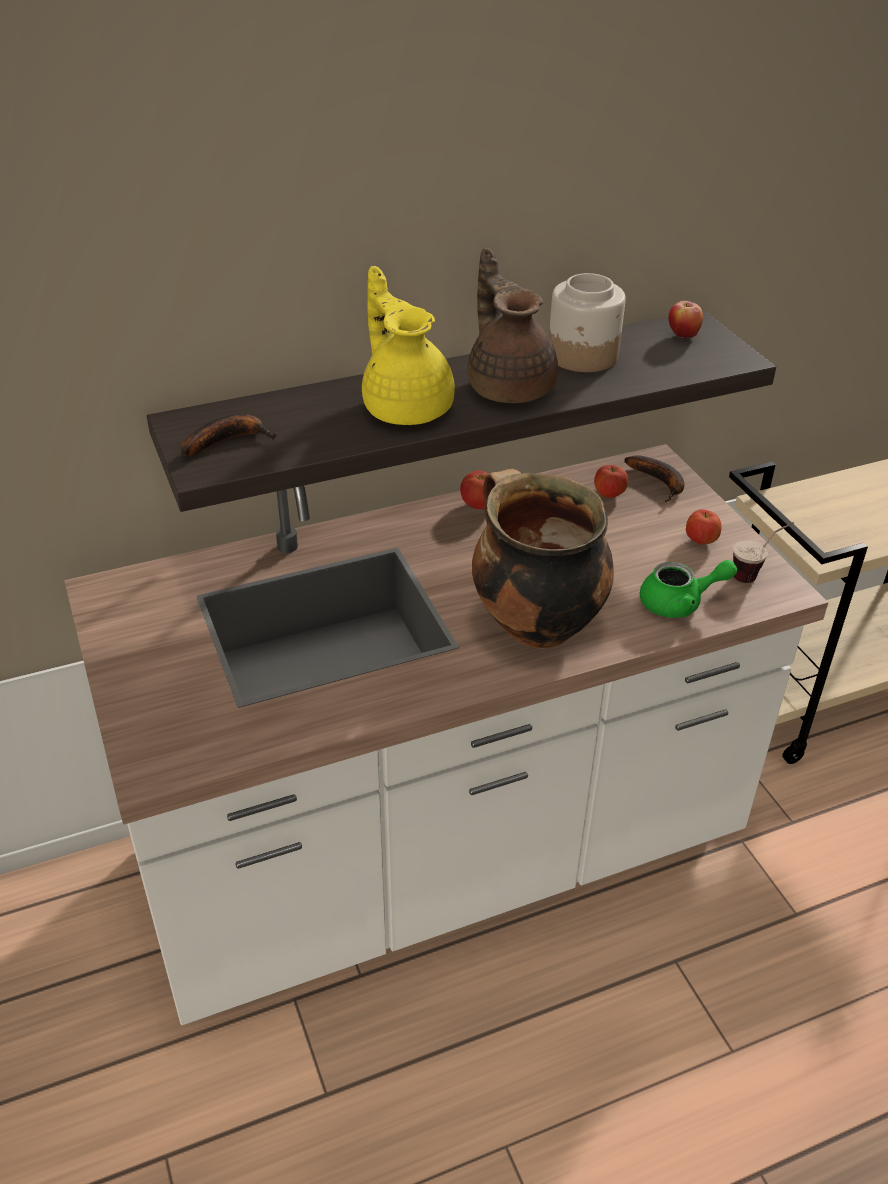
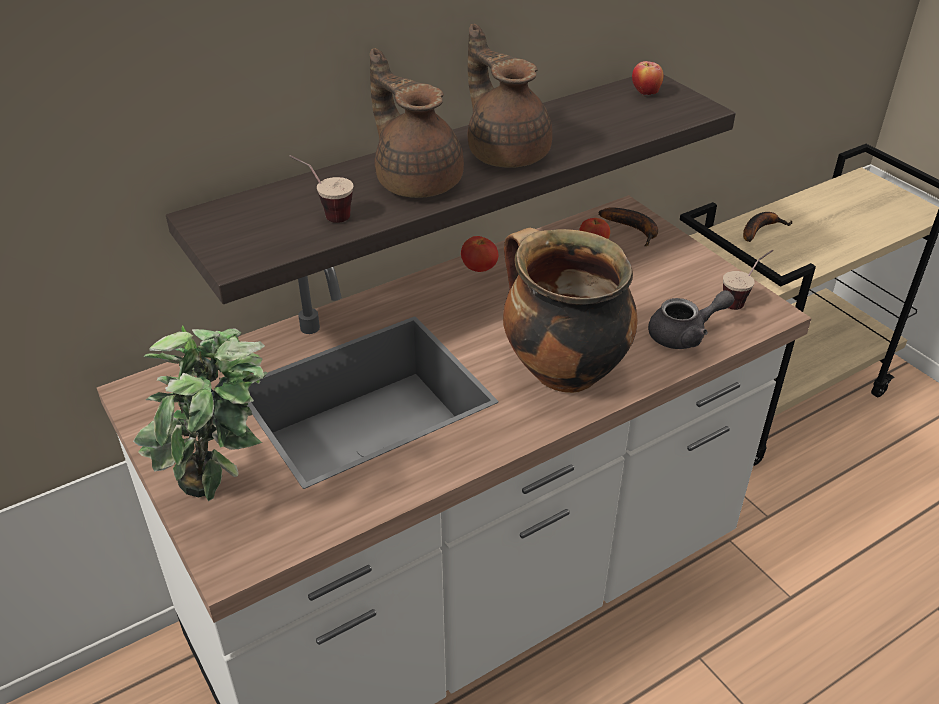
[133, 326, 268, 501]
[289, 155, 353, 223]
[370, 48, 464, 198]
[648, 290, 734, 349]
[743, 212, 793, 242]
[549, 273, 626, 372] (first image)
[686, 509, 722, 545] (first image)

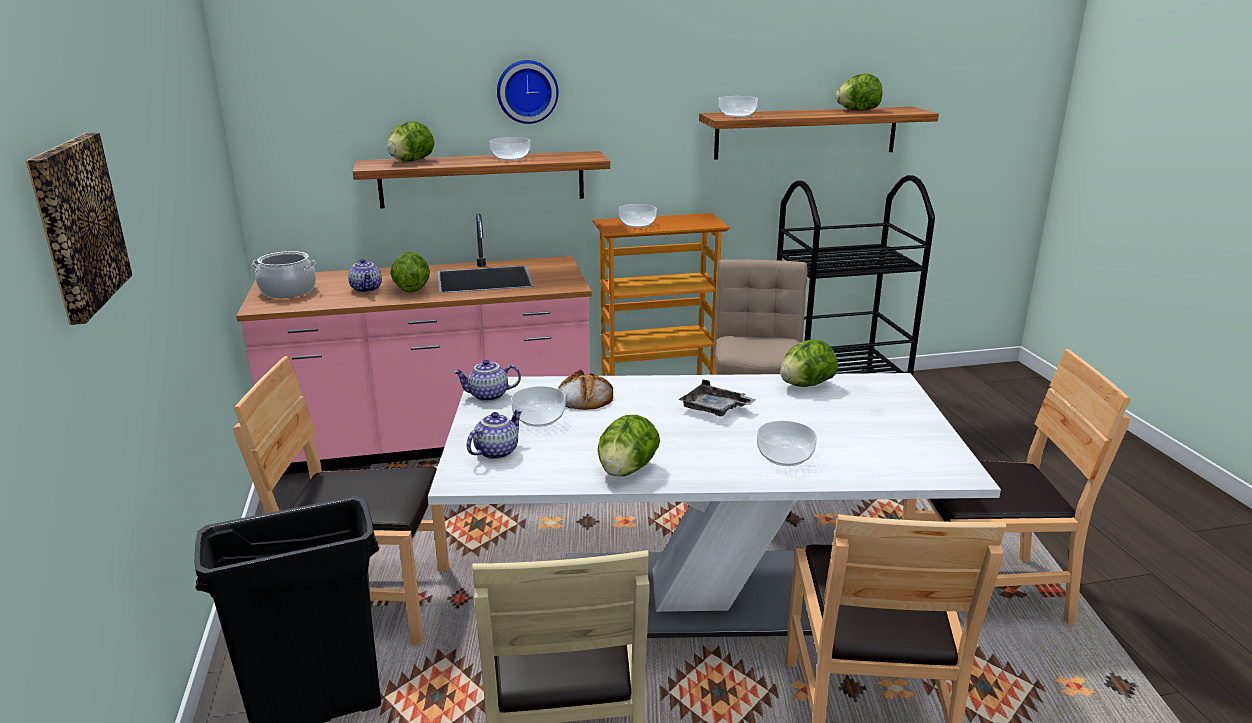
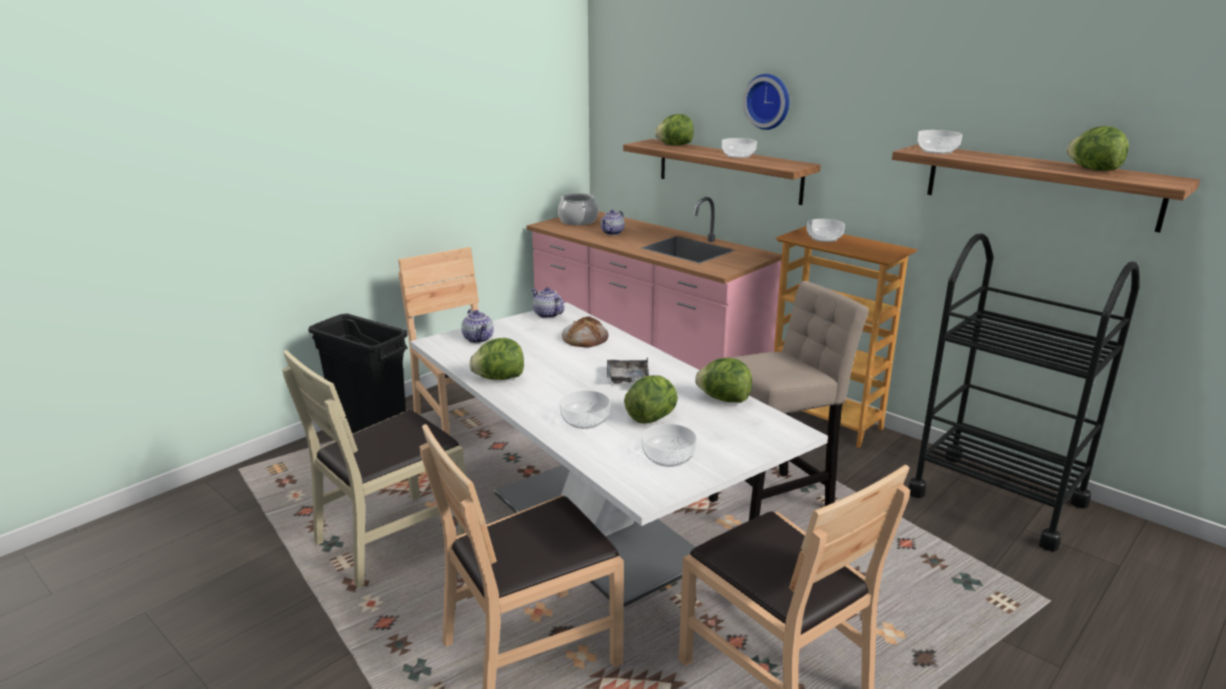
[461, 309, 494, 343]
[624, 375, 678, 423]
[642, 424, 697, 467]
[26, 133, 132, 325] (first image)

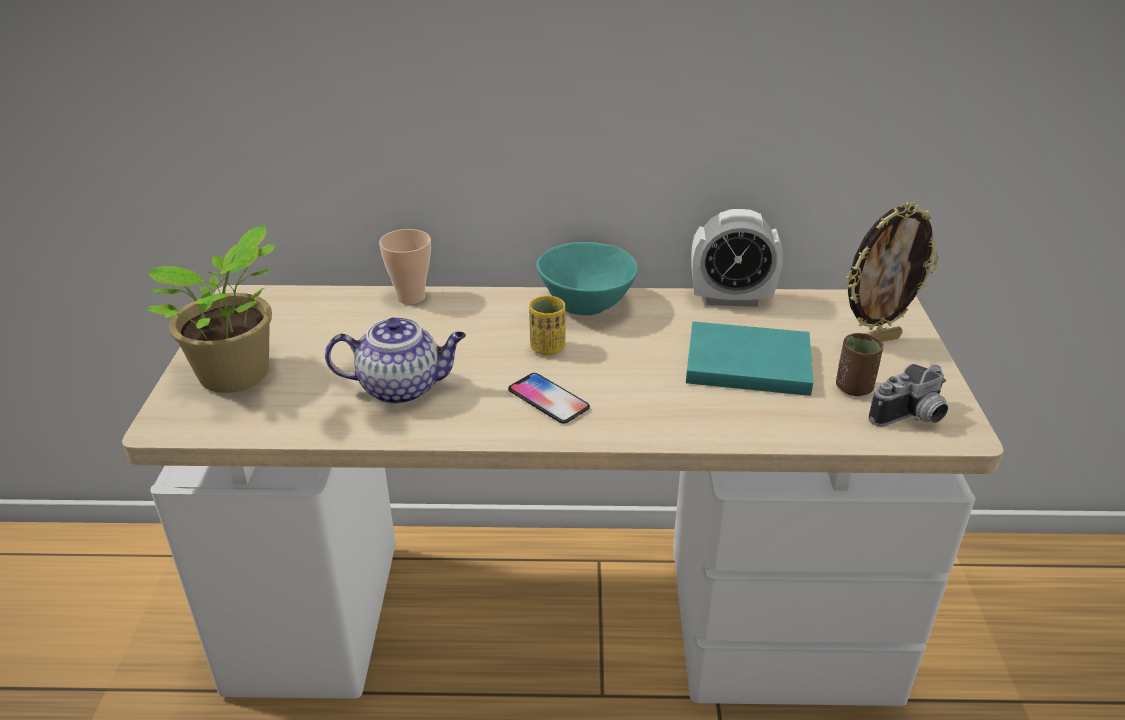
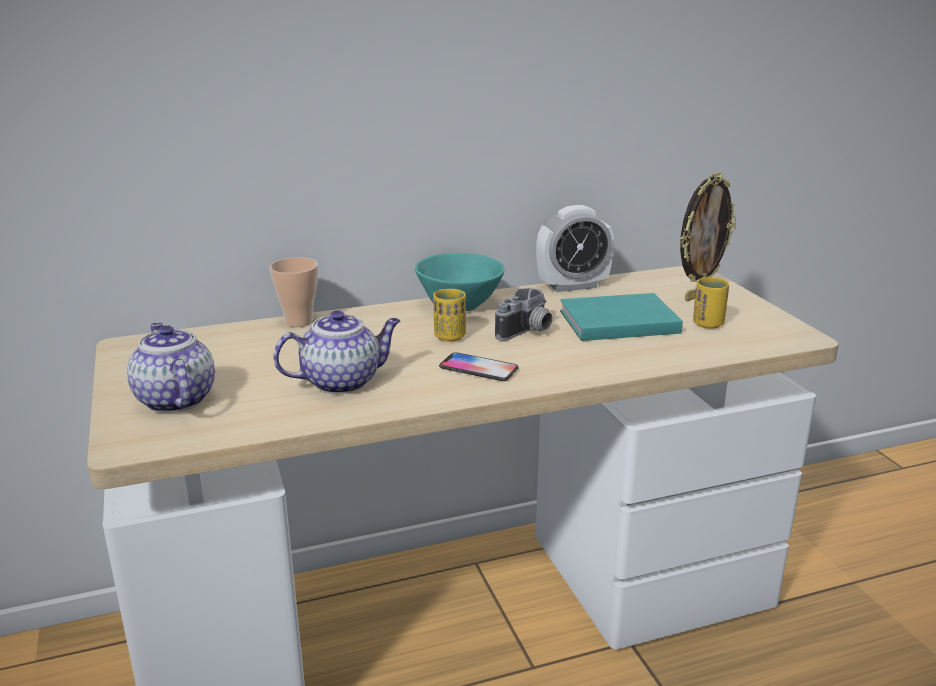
[127, 322, 215, 413]
[495, 288, 553, 341]
[693, 277, 729, 329]

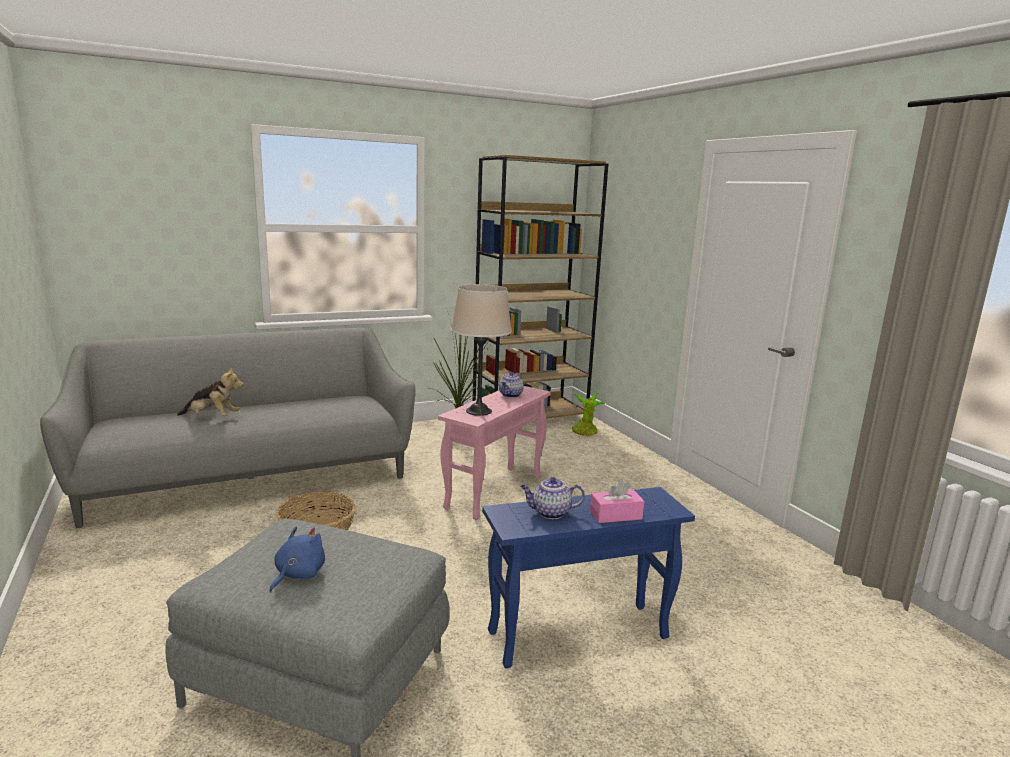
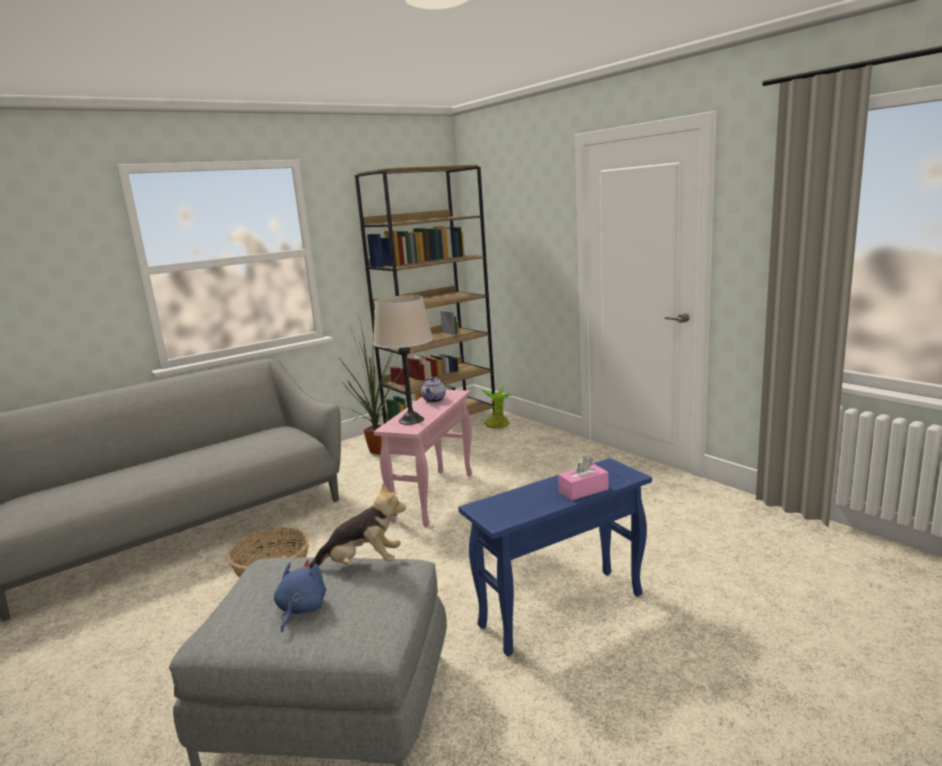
[309, 483, 406, 569]
[521, 477, 585, 519] (first image)

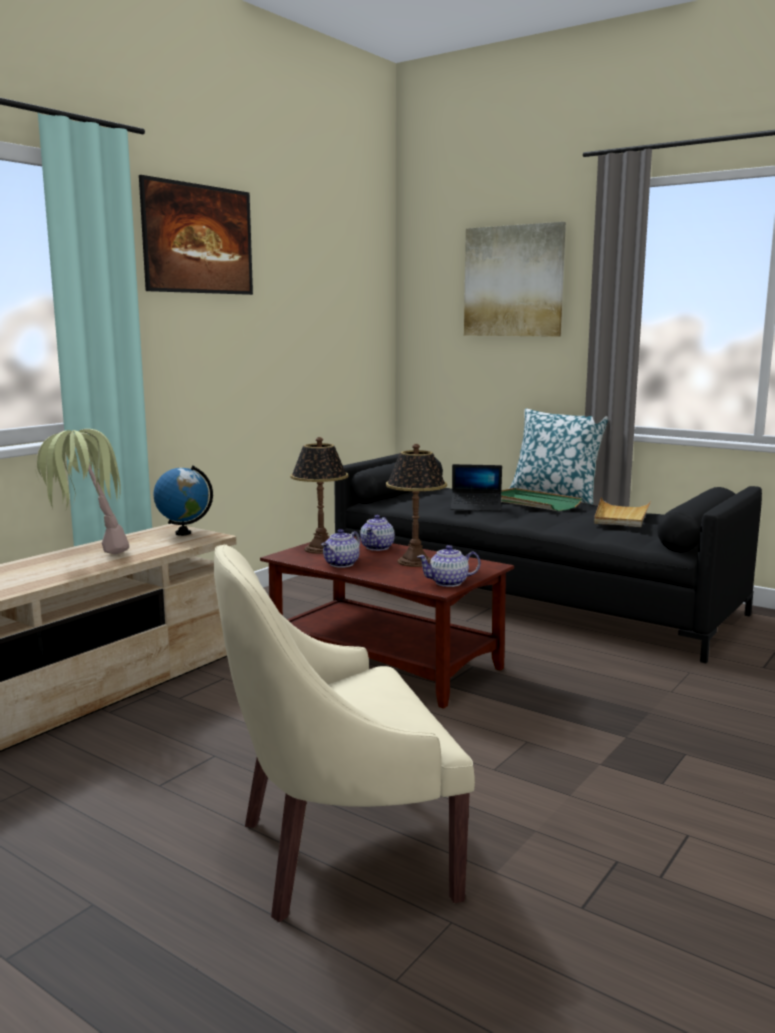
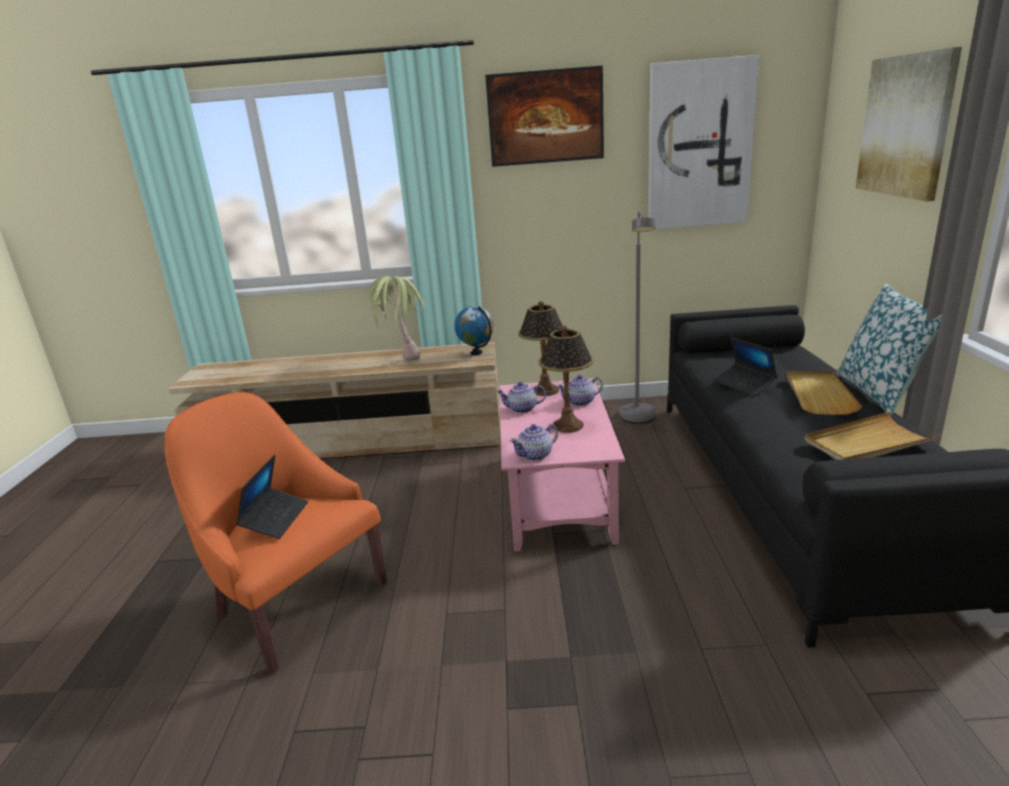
[164, 392, 387, 674]
[236, 455, 308, 539]
[500, 378, 625, 552]
[510, 424, 558, 461]
[620, 211, 656, 424]
[648, 55, 759, 229]
[787, 371, 862, 415]

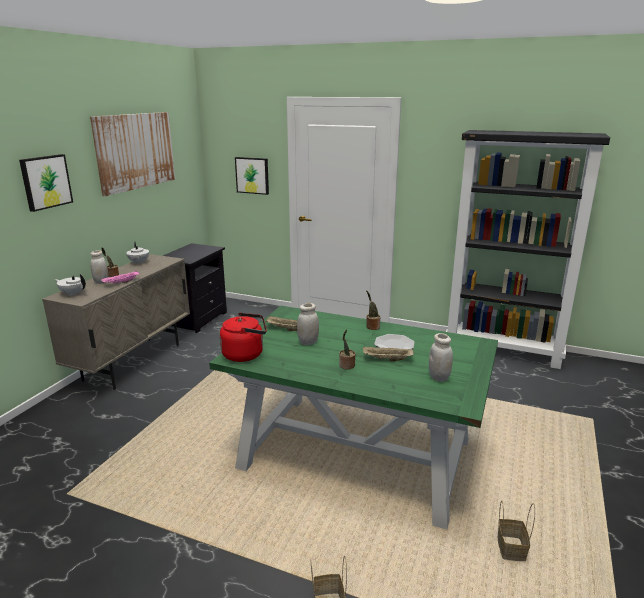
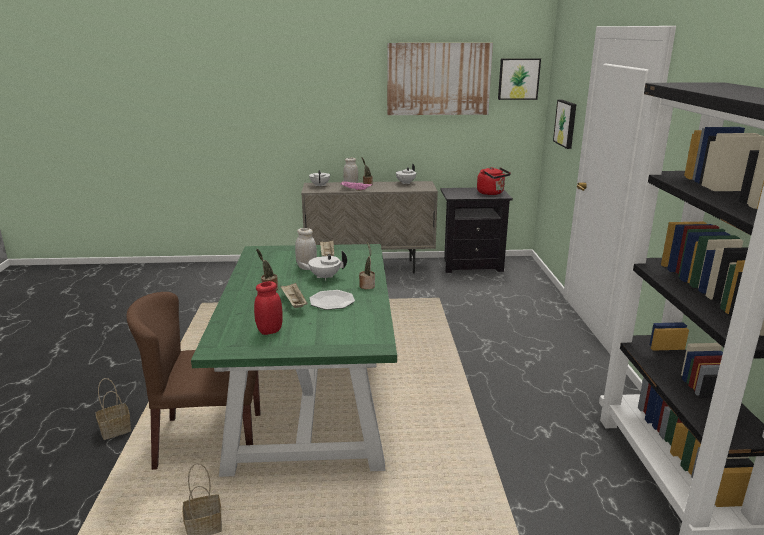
[126, 292, 261, 470]
[254, 281, 283, 335]
[300, 250, 347, 280]
[477, 167, 511, 195]
[498, 58, 541, 100]

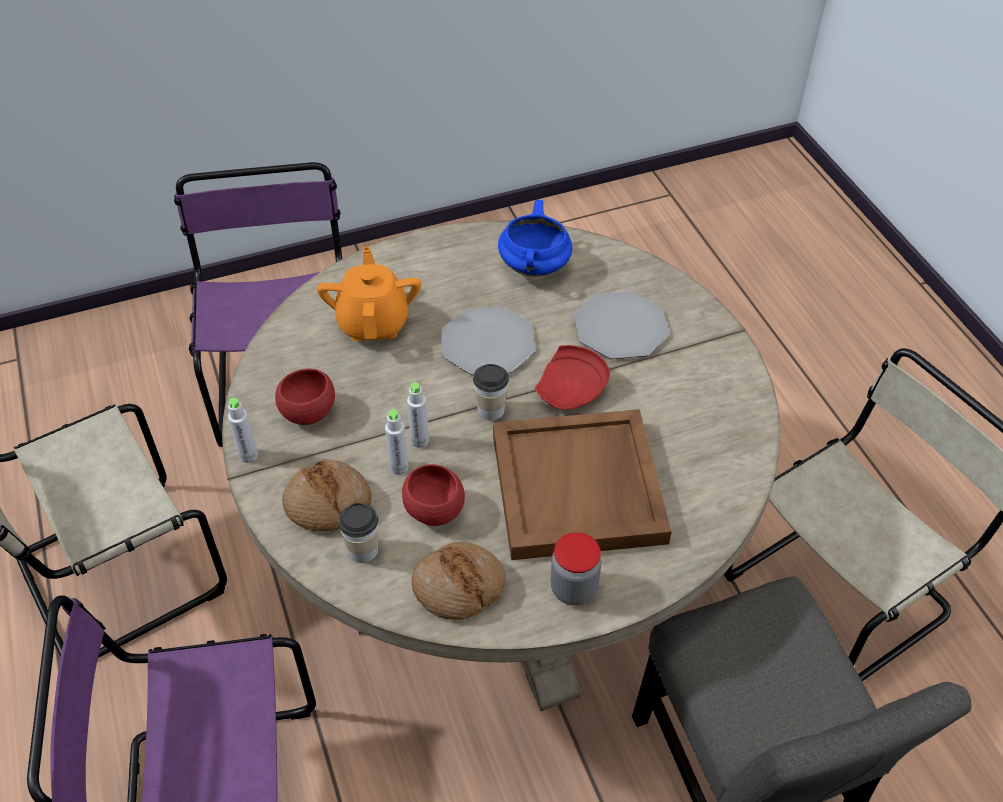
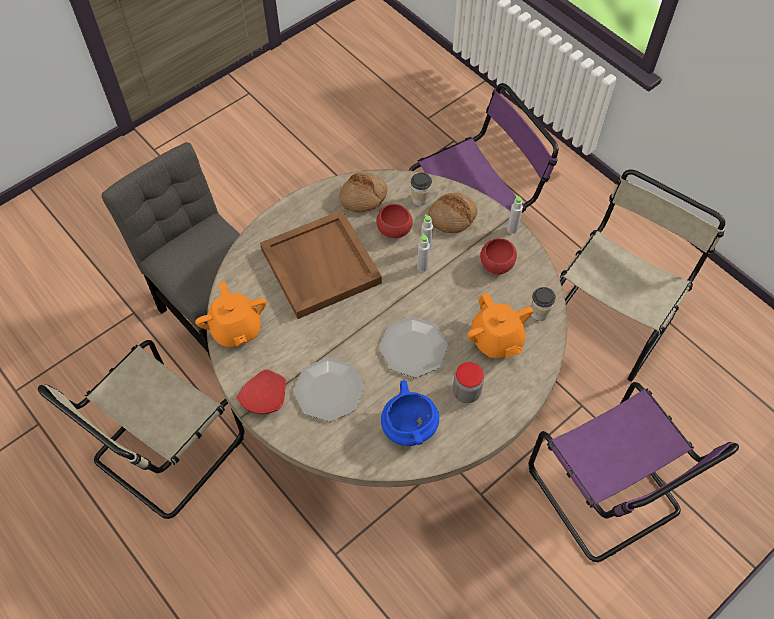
[195, 281, 266, 347]
[236, 369, 286, 414]
[453, 362, 484, 403]
[531, 287, 556, 321]

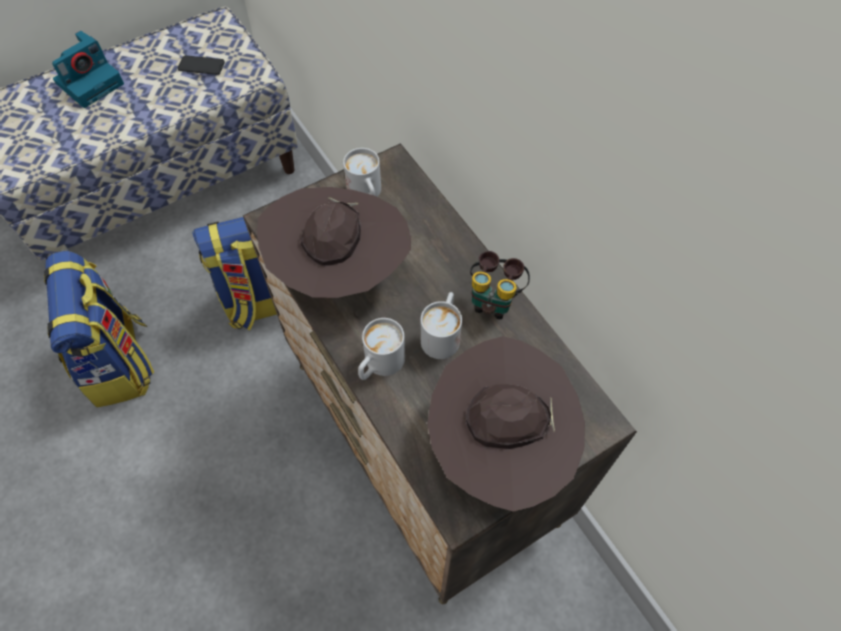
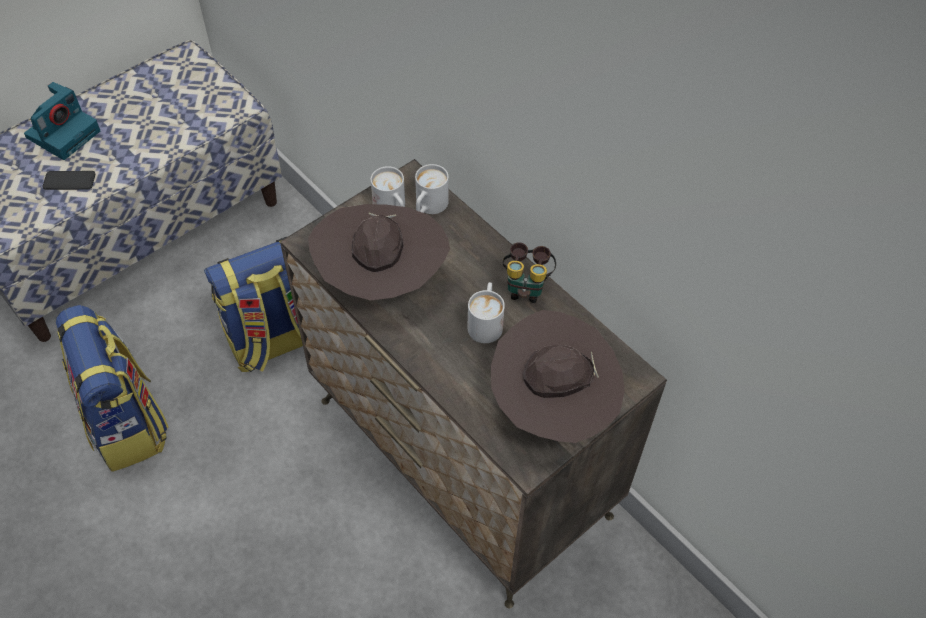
[42, 171, 96, 190]
[415, 164, 449, 214]

